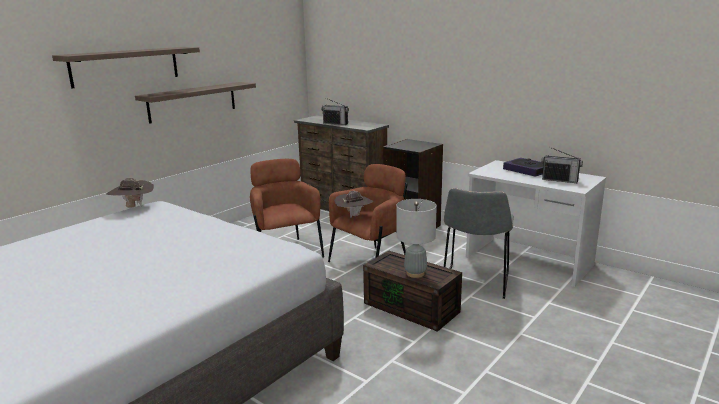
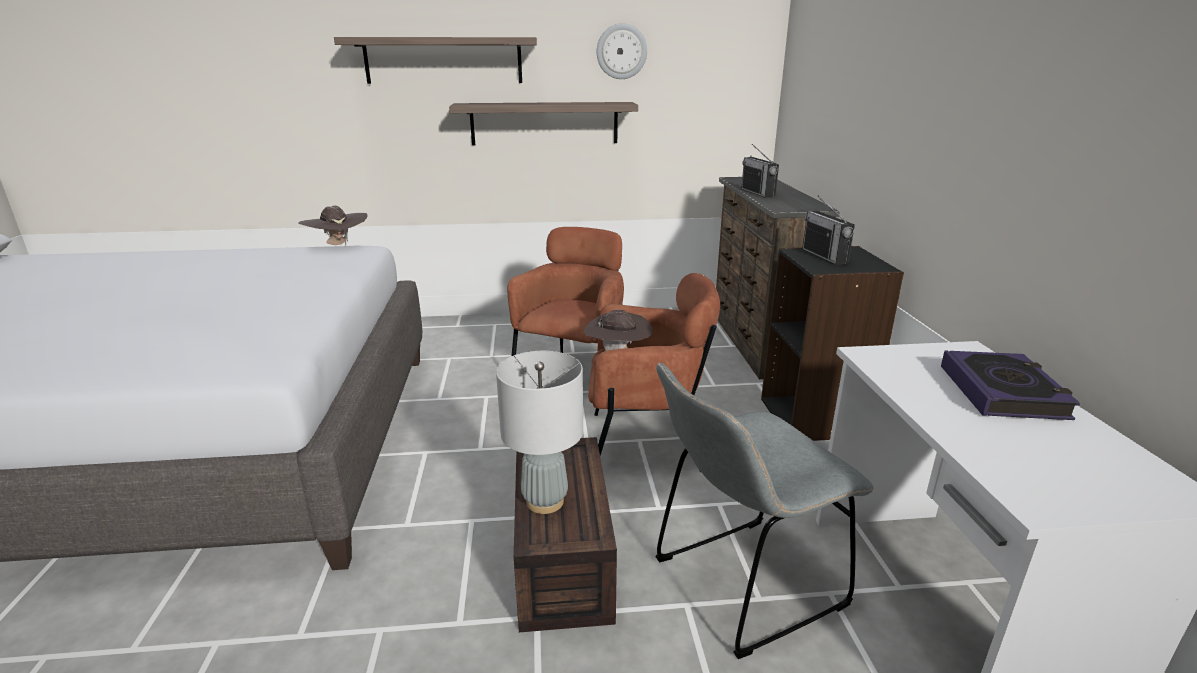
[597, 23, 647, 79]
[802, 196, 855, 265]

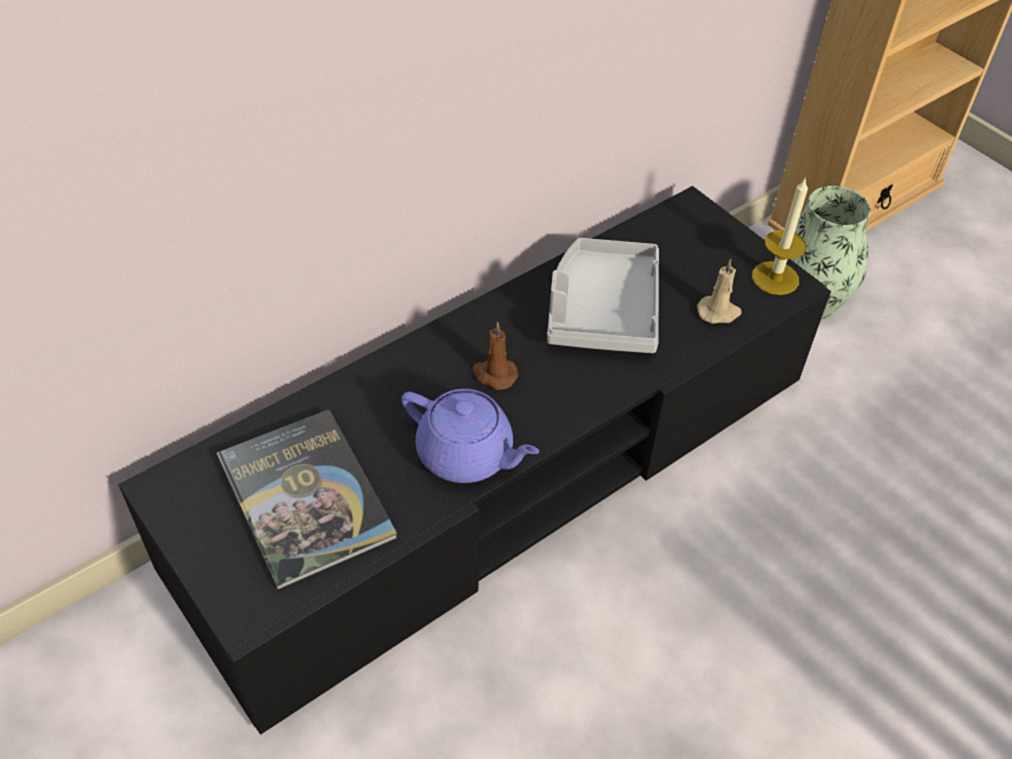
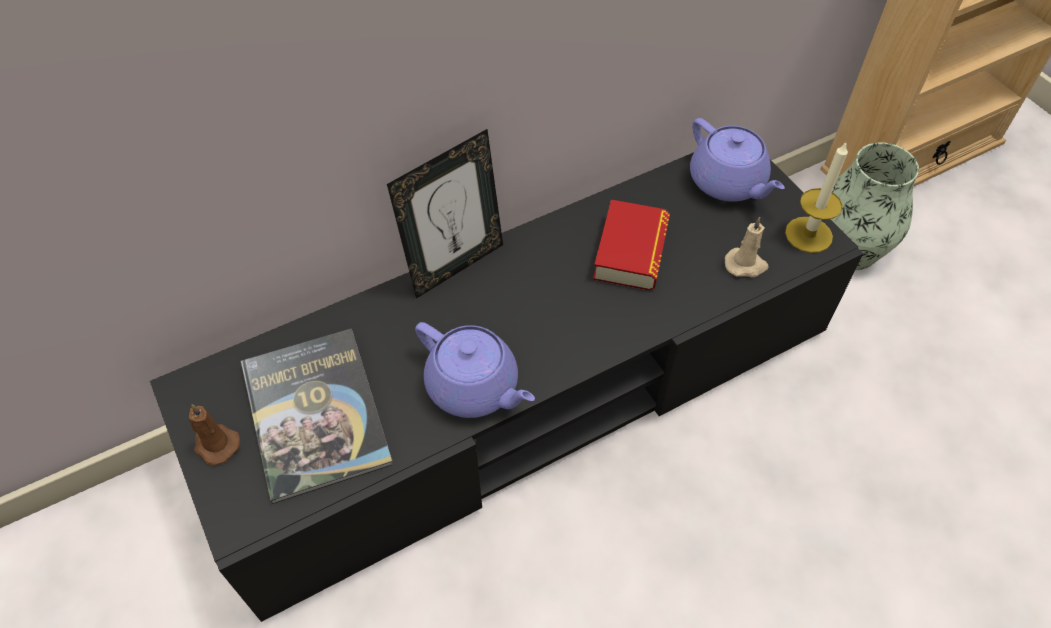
[189, 404, 240, 465]
[387, 129, 503, 299]
[593, 200, 670, 291]
[690, 118, 785, 202]

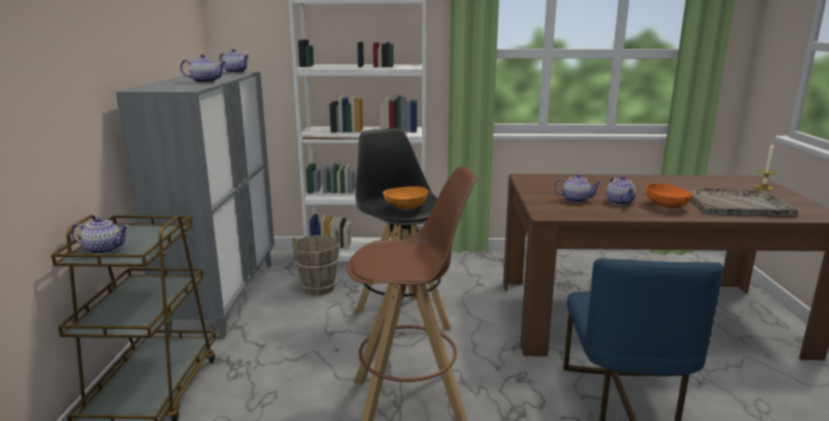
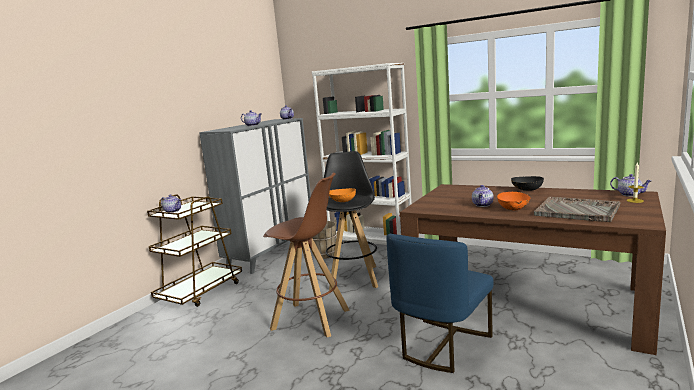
[511, 176, 544, 191]
[610, 174, 651, 197]

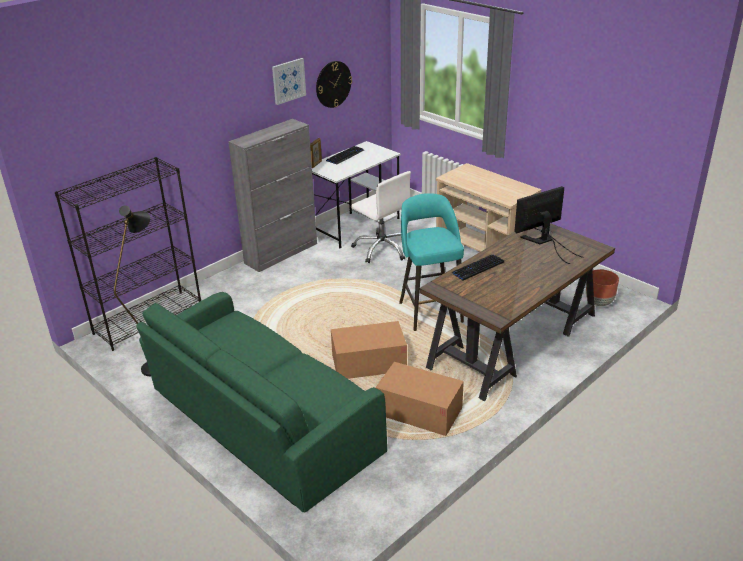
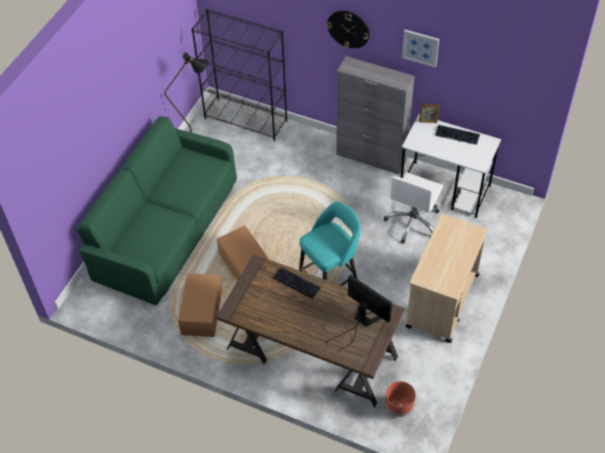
[327, 11, 370, 48]

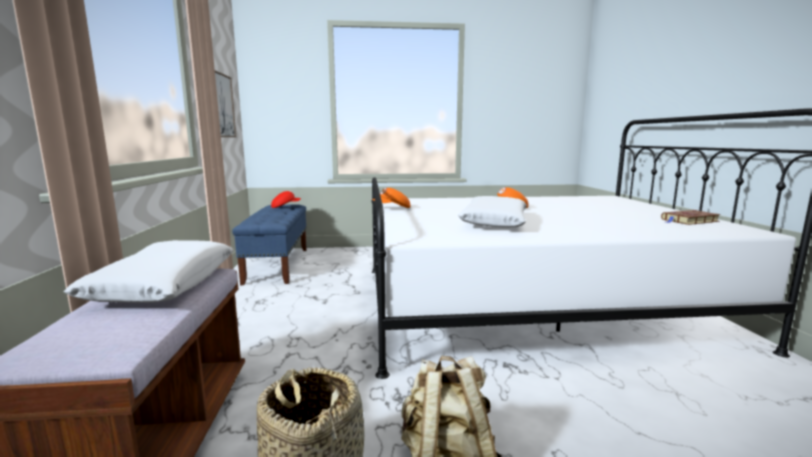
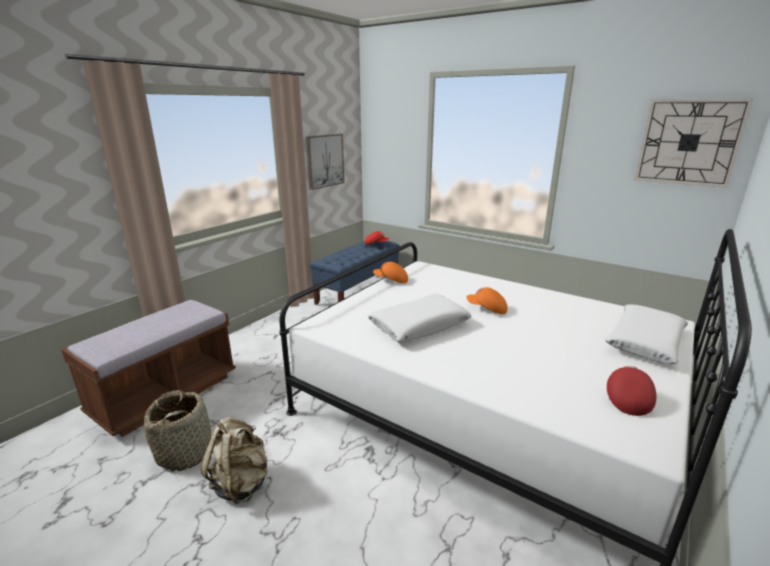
[605, 304, 688, 364]
[607, 366, 656, 416]
[635, 99, 753, 188]

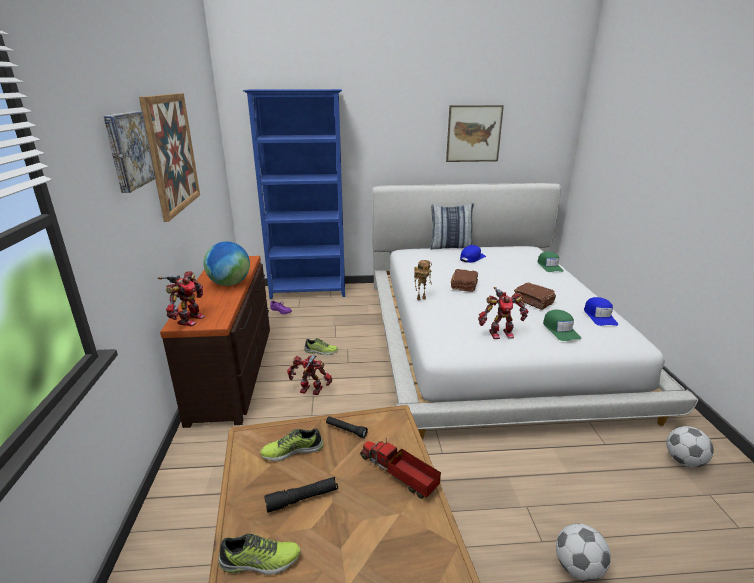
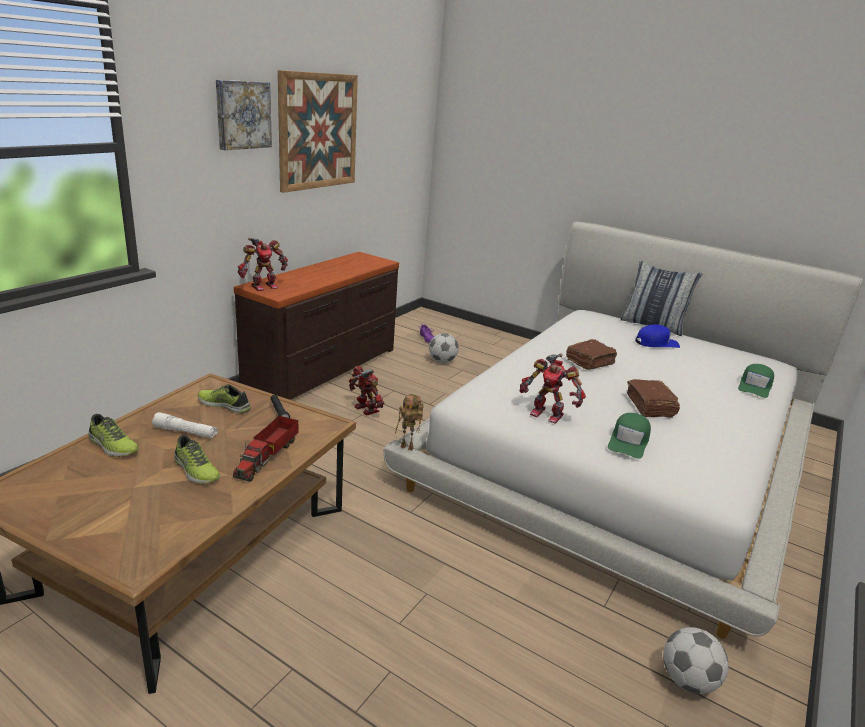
[152, 412, 218, 438]
[174, 435, 220, 484]
[233, 416, 298, 482]
[395, 394, 424, 451]
[429, 333, 459, 363]
[204, 242, 250, 286] (first image)
[243, 89, 345, 299] (first image)
[446, 105, 504, 162] (first image)
[584, 297, 618, 326] (first image)

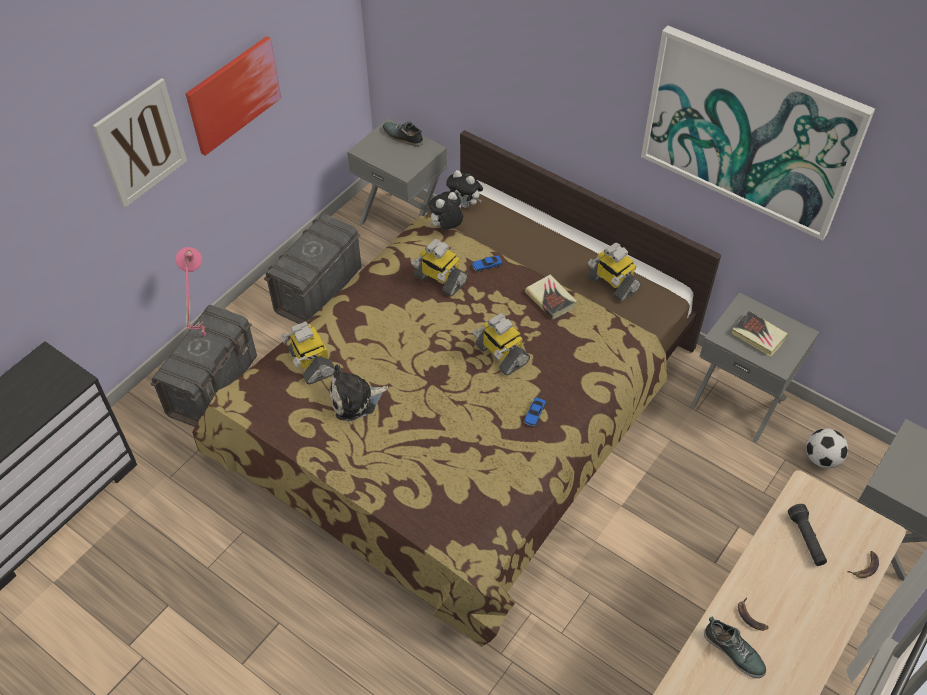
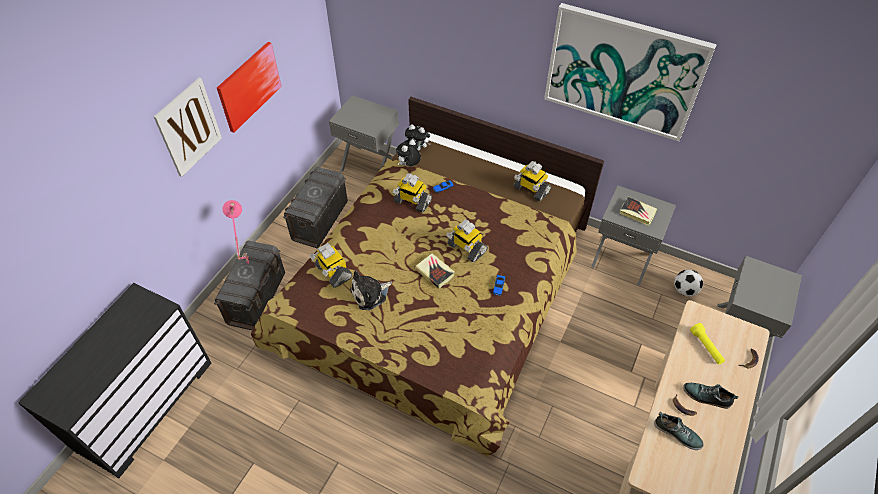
[415, 253, 455, 288]
[683, 383, 738, 409]
[690, 323, 725, 364]

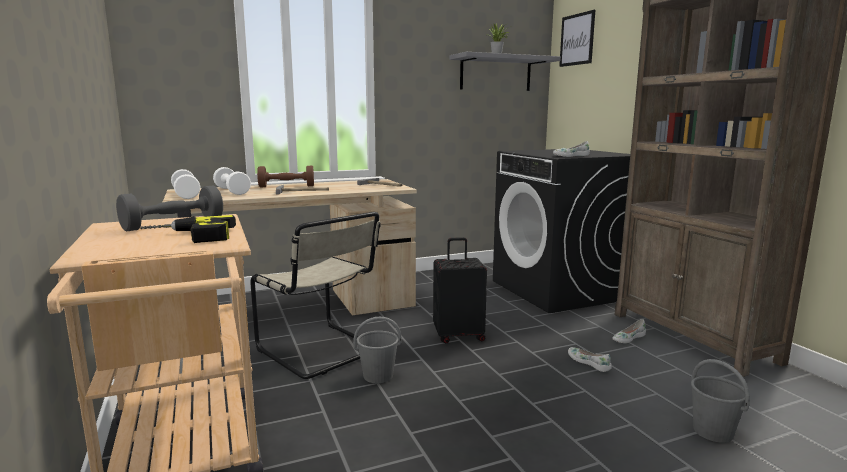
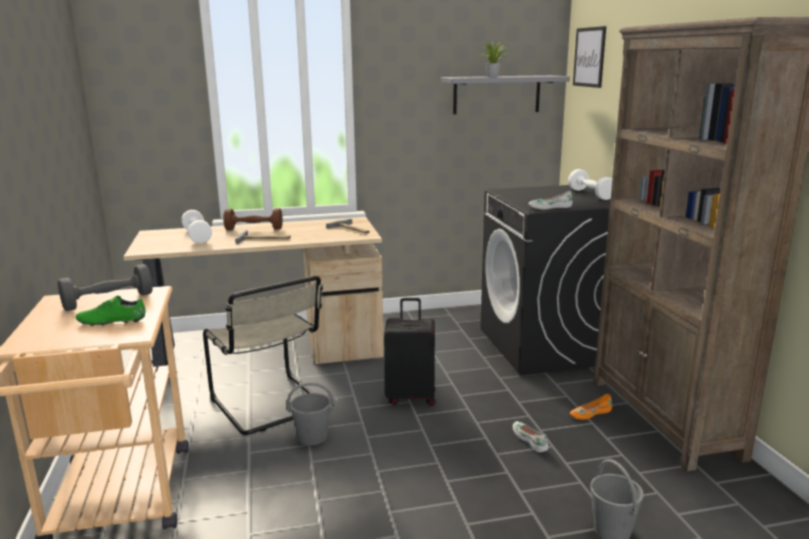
[76, 296, 146, 327]
[568, 169, 612, 200]
[570, 394, 612, 420]

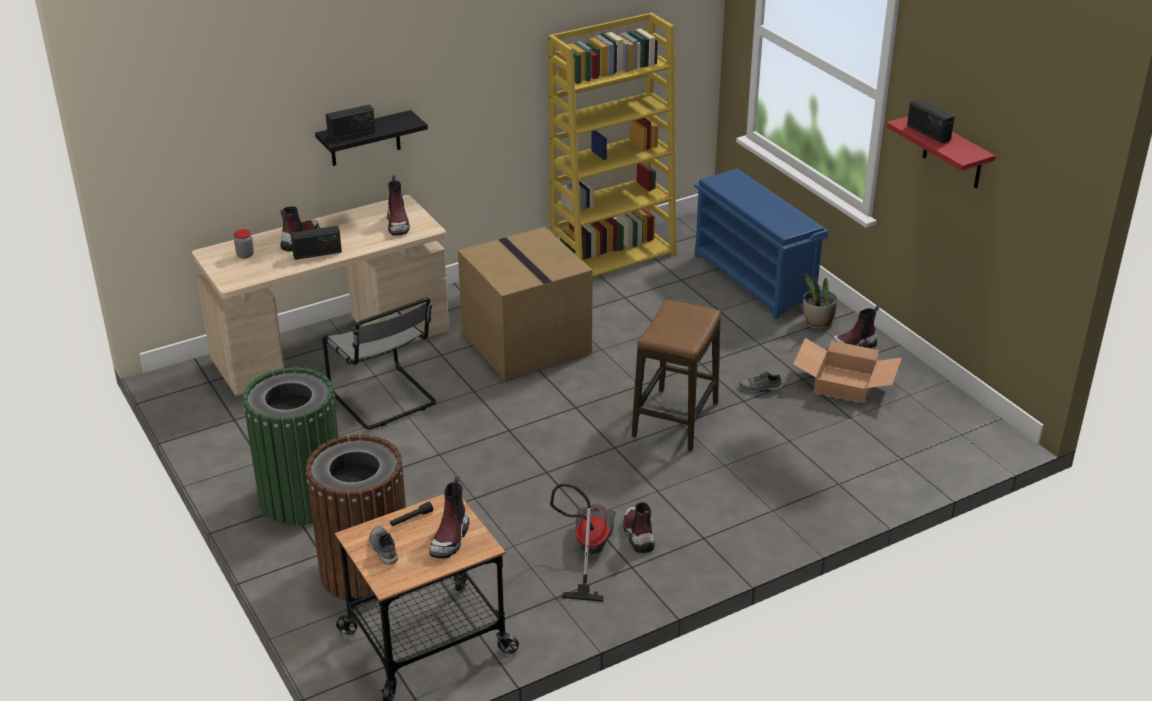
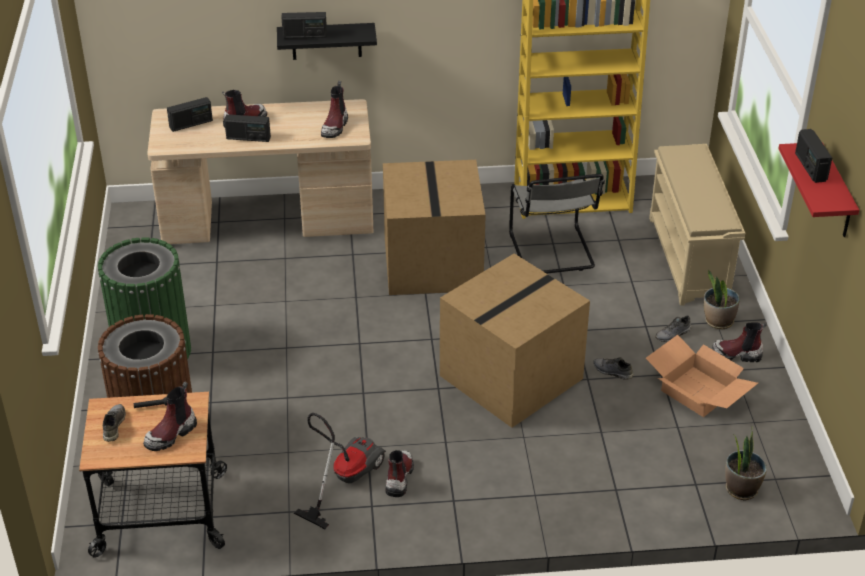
[167, 97, 213, 132]
[440, 254, 590, 428]
[509, 174, 605, 274]
[649, 144, 745, 306]
[655, 315, 691, 342]
[725, 431, 767, 500]

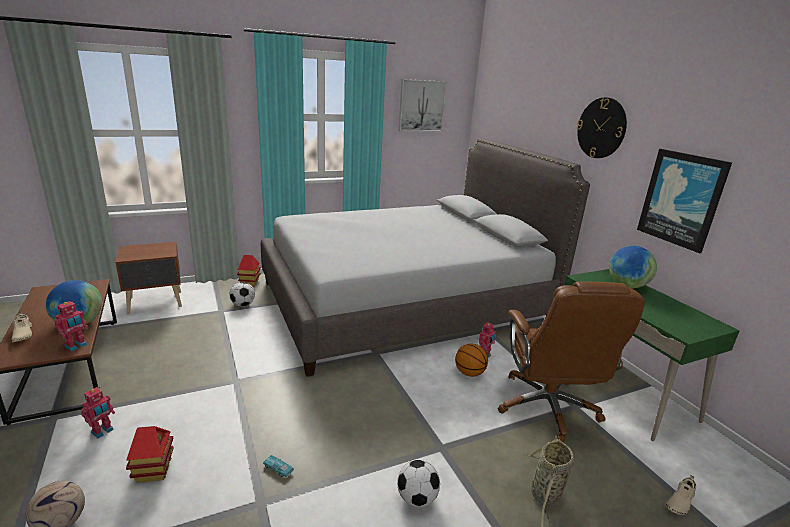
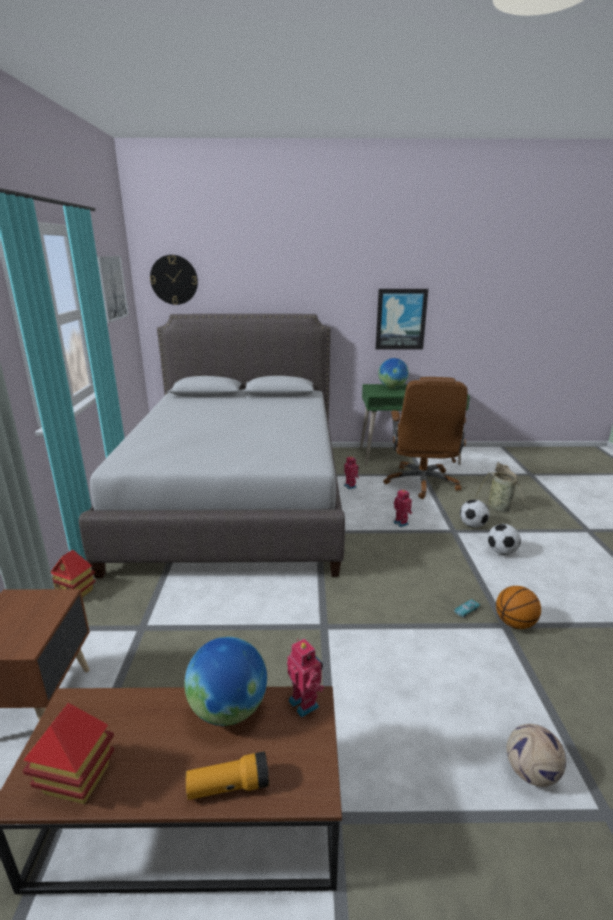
[23, 703, 114, 804]
[150, 255, 198, 305]
[186, 751, 269, 800]
[384, 377, 468, 499]
[393, 489, 413, 527]
[460, 500, 489, 528]
[496, 586, 541, 629]

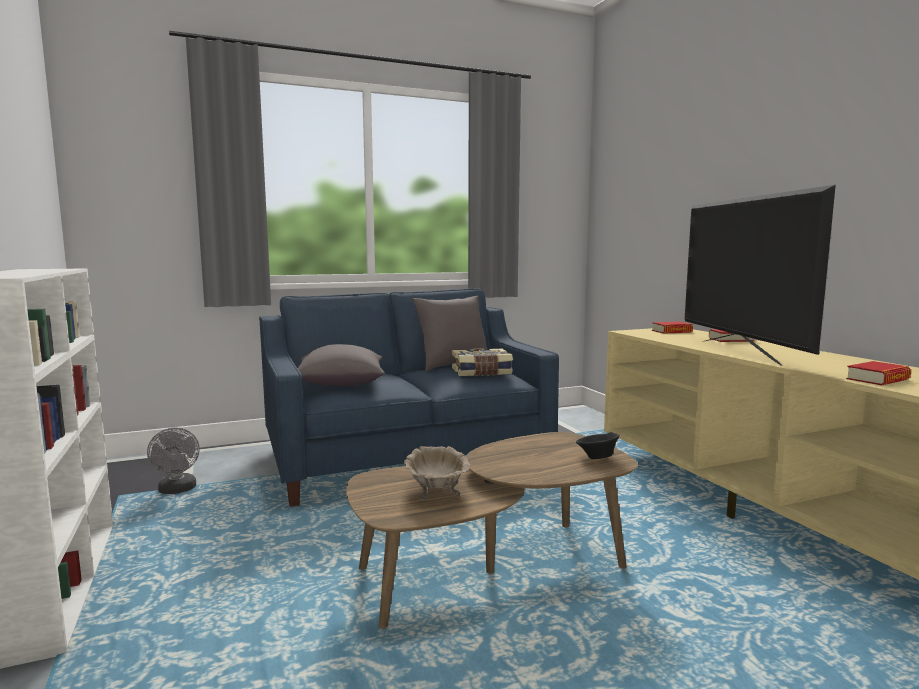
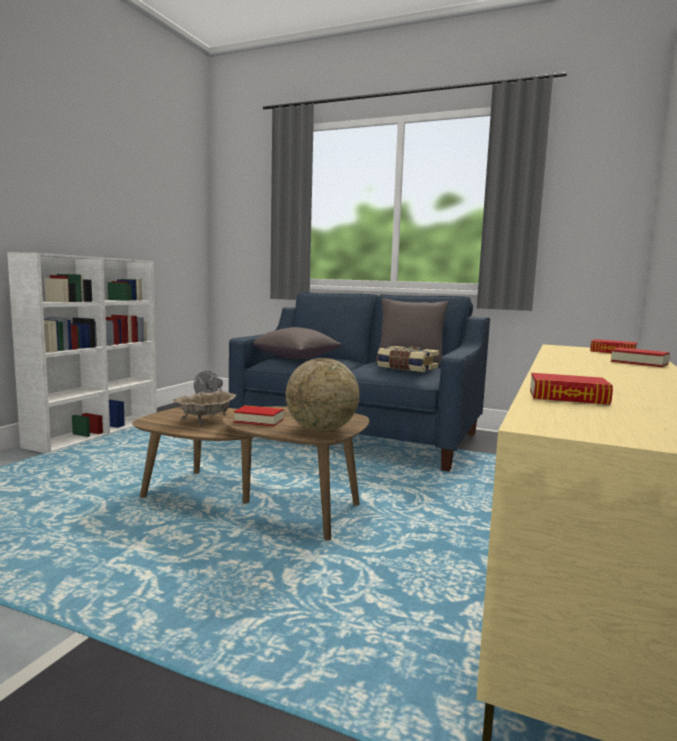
[234, 405, 284, 427]
[286, 358, 359, 432]
[685, 185, 836, 366] (first image)

